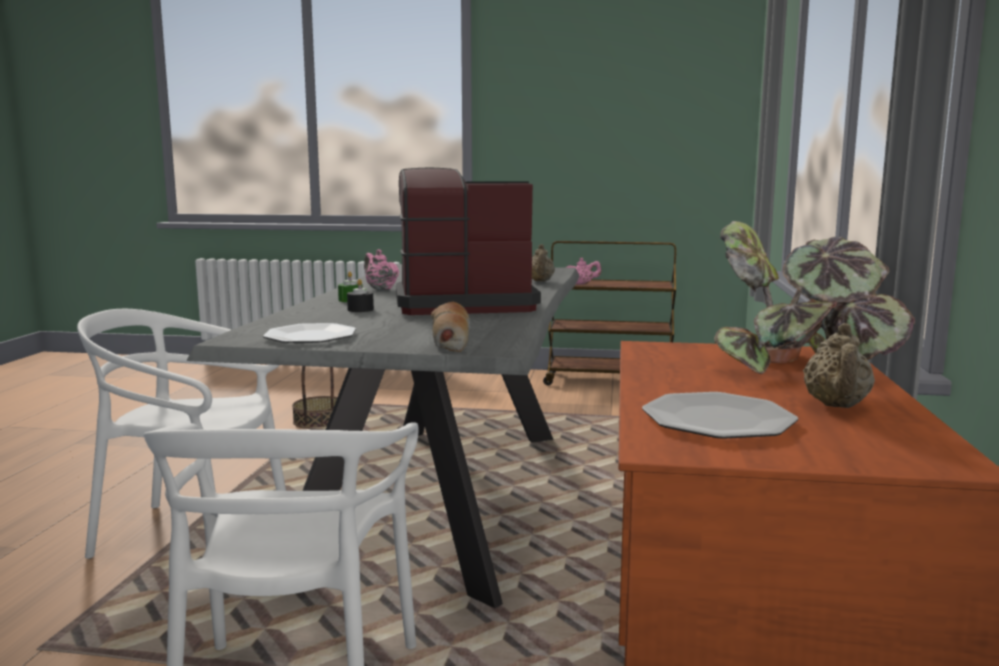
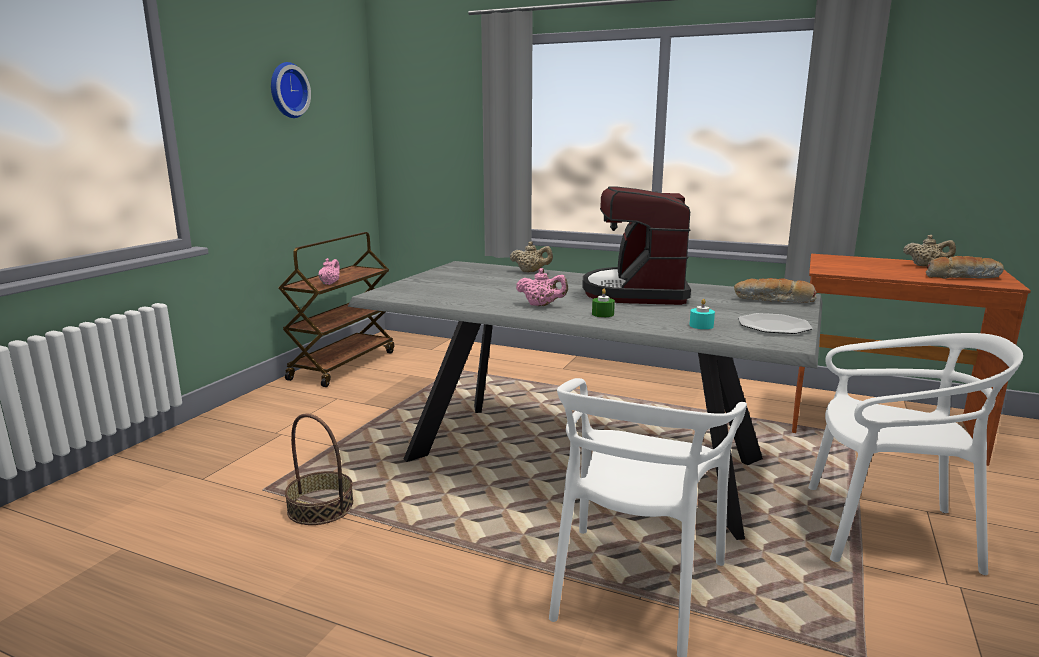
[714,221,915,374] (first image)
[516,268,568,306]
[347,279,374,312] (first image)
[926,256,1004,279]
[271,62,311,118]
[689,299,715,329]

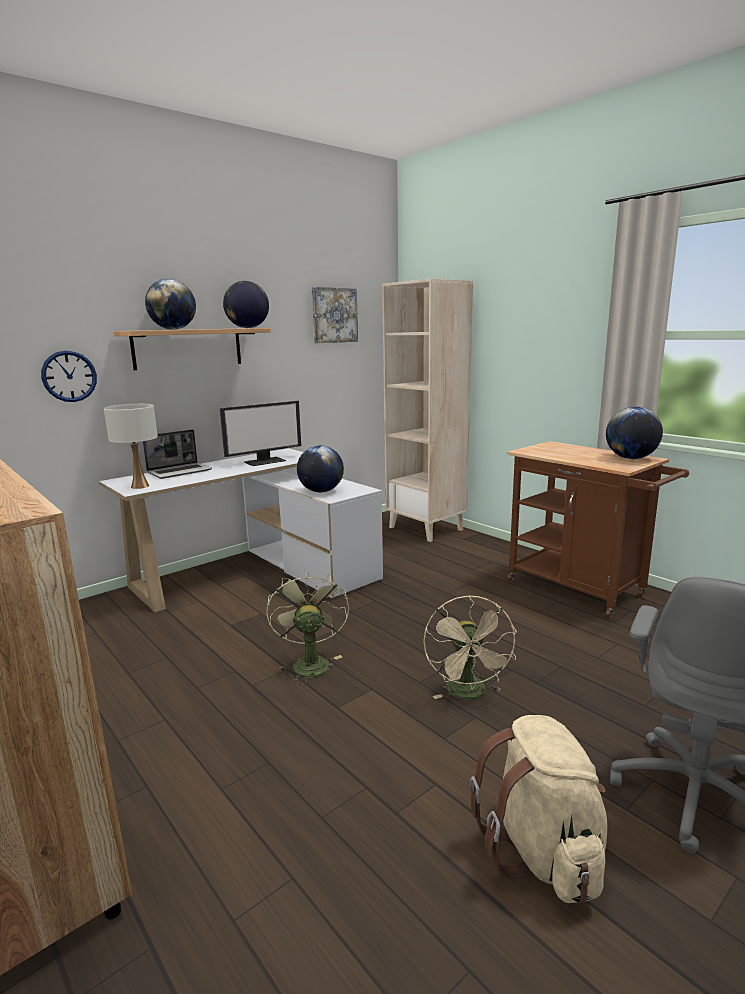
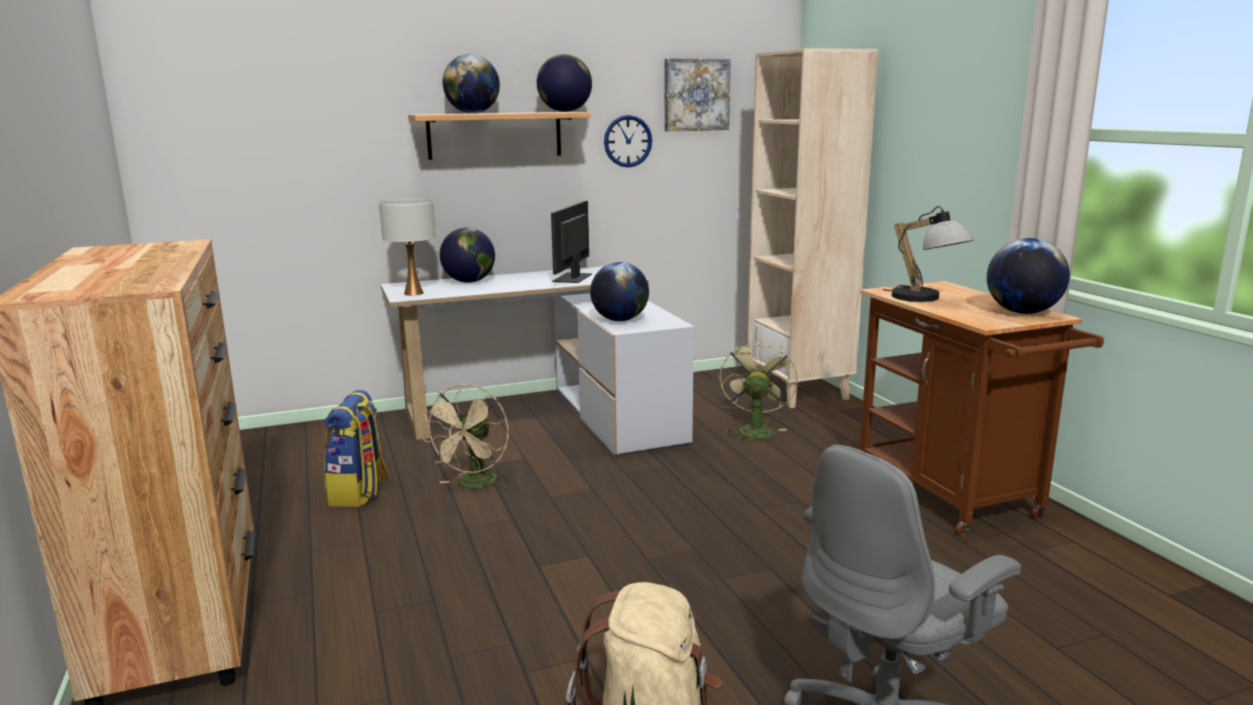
[604,115,652,167]
[551,201,592,283]
[440,228,495,283]
[720,339,798,442]
[422,384,511,489]
[883,206,974,302]
[324,390,389,507]

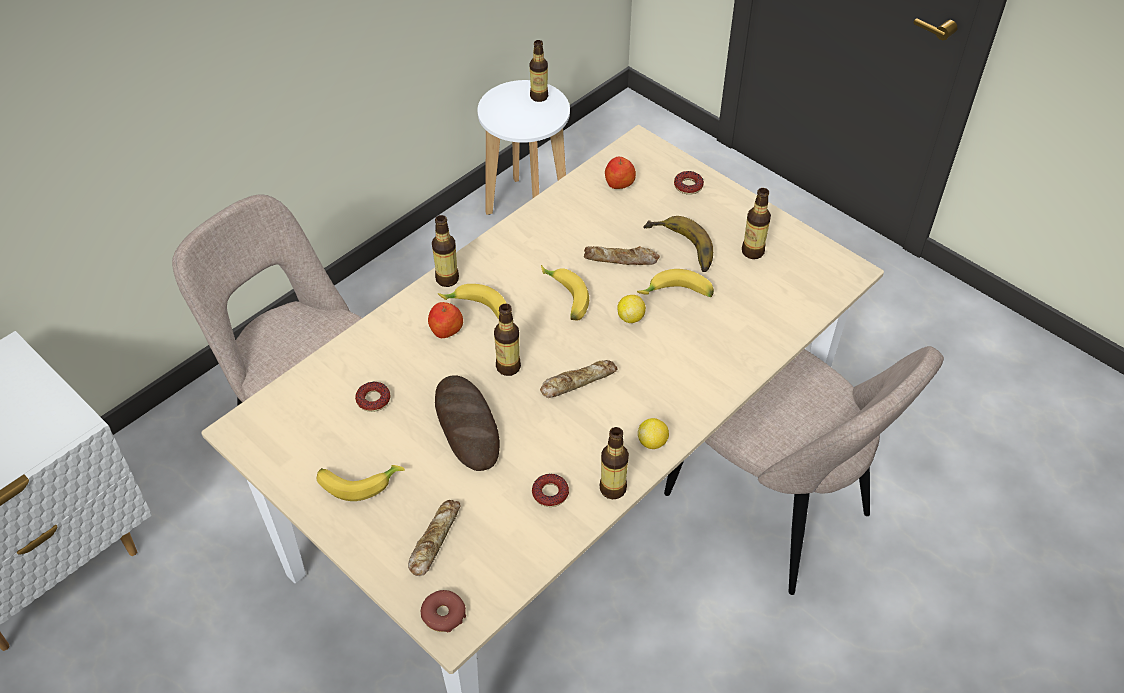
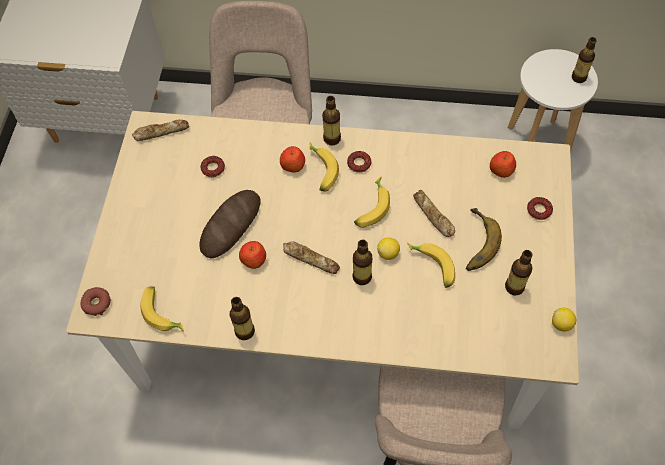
[352,240,372,285]
[552,308,576,331]
[141,286,184,332]
[347,151,371,173]
[132,120,189,141]
[239,241,266,269]

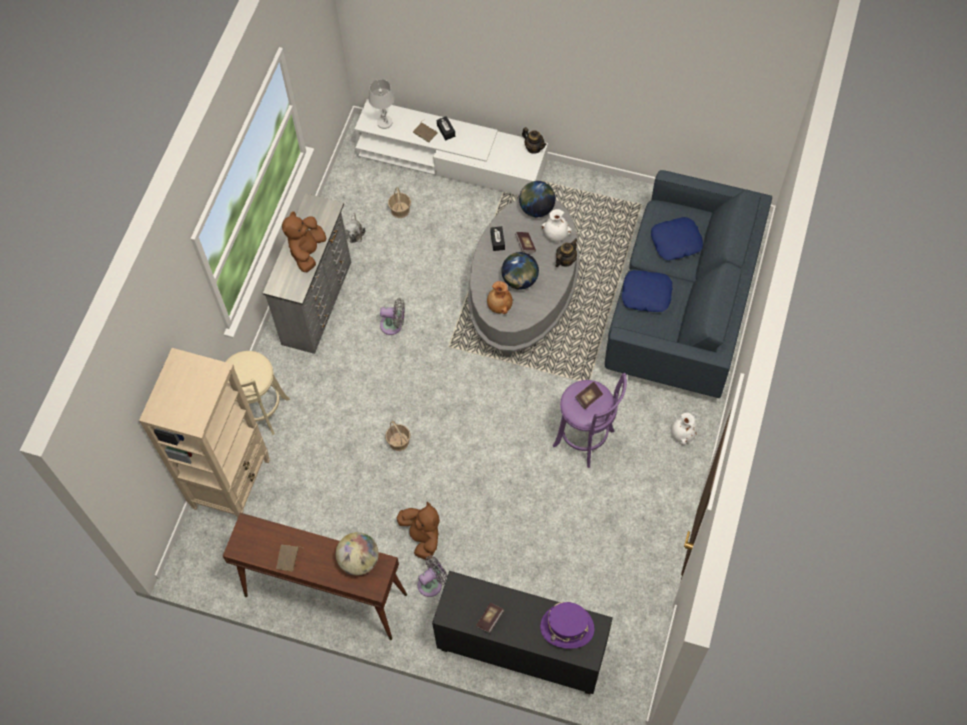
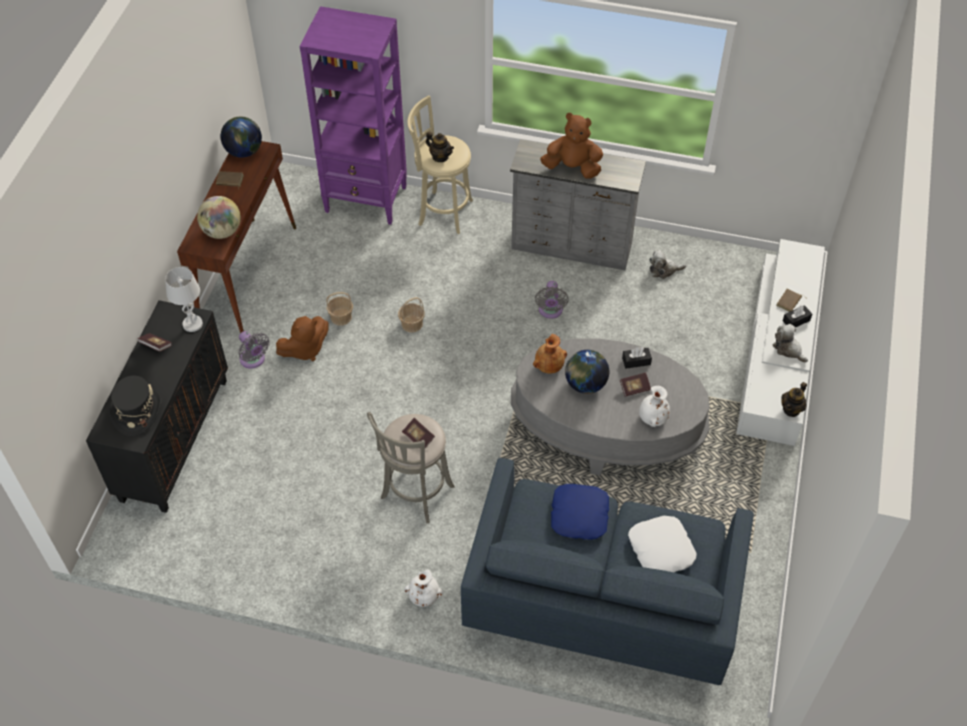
[165,267,203,332]
[221,116,262,158]
[326,292,353,326]
[628,516,697,572]
[426,132,454,162]
[300,6,407,225]
[367,412,455,523]
[109,375,161,436]
[773,324,808,363]

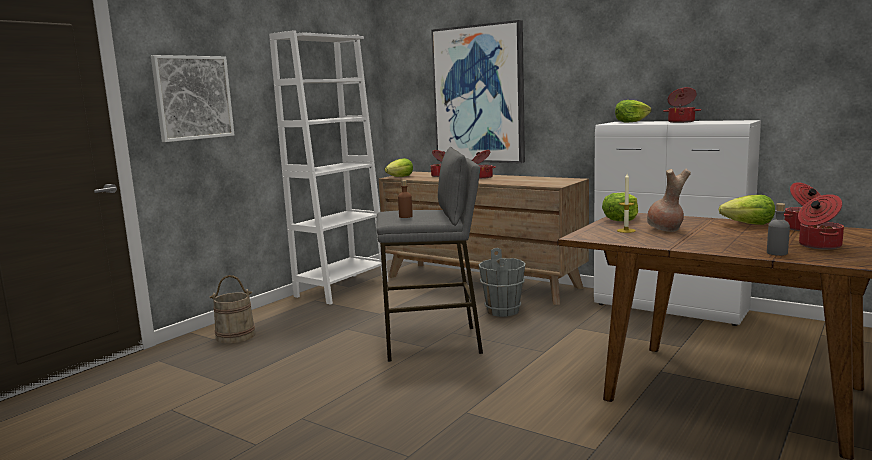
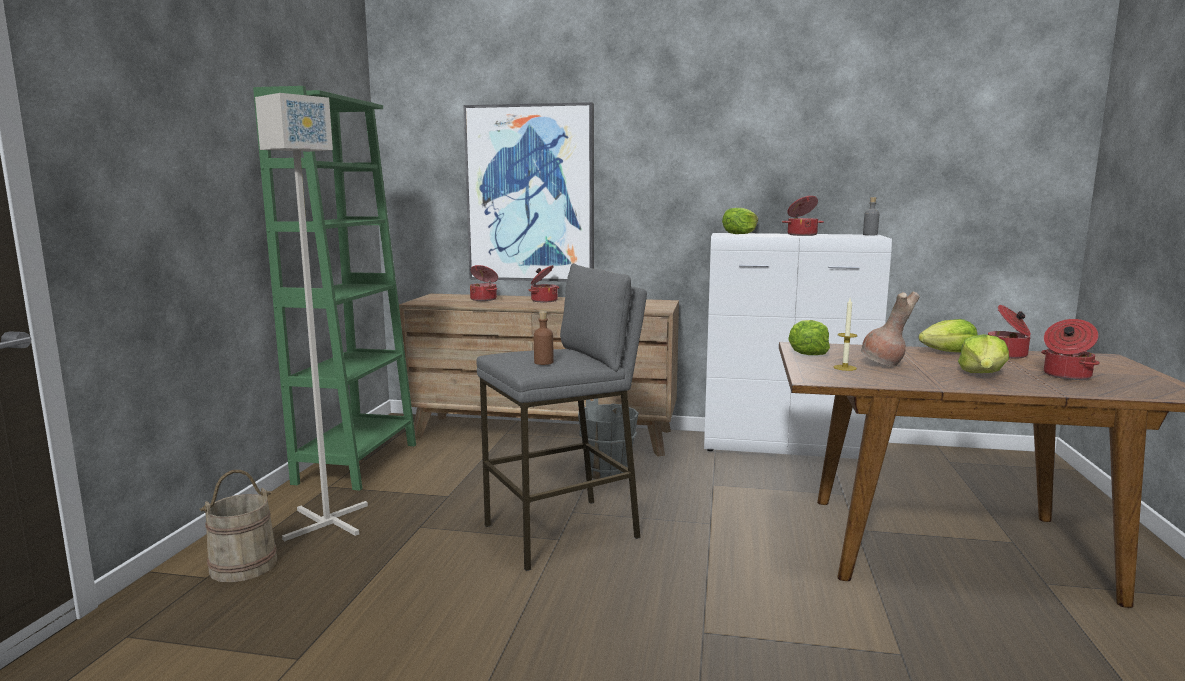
[253,86,416,491]
[151,55,235,142] (first image)
[958,334,1009,373]
[863,197,879,235]
[255,93,368,541]

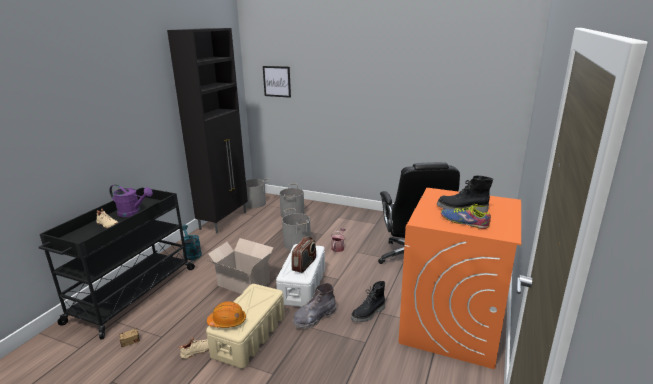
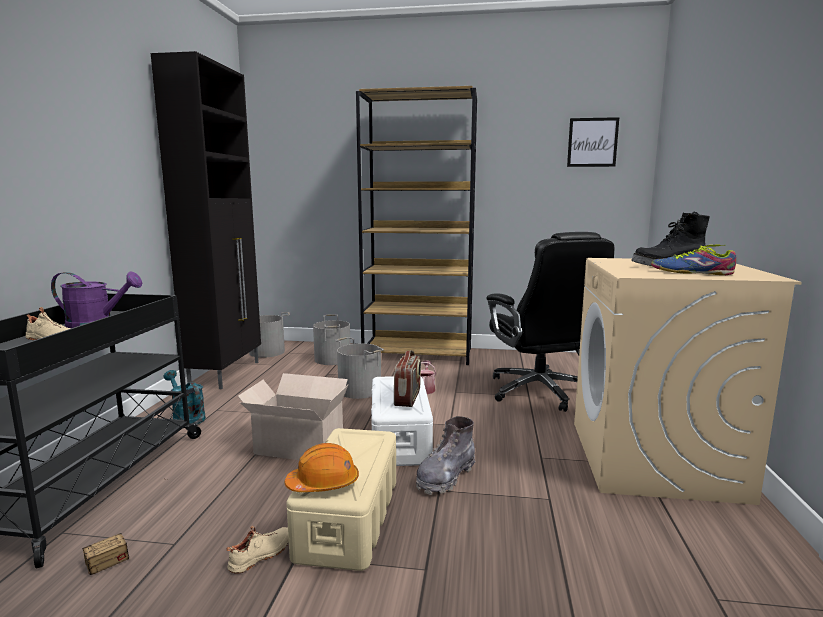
[567,117,619,167]
[574,258,801,505]
[351,281,385,322] (first image)
[356,86,477,365]

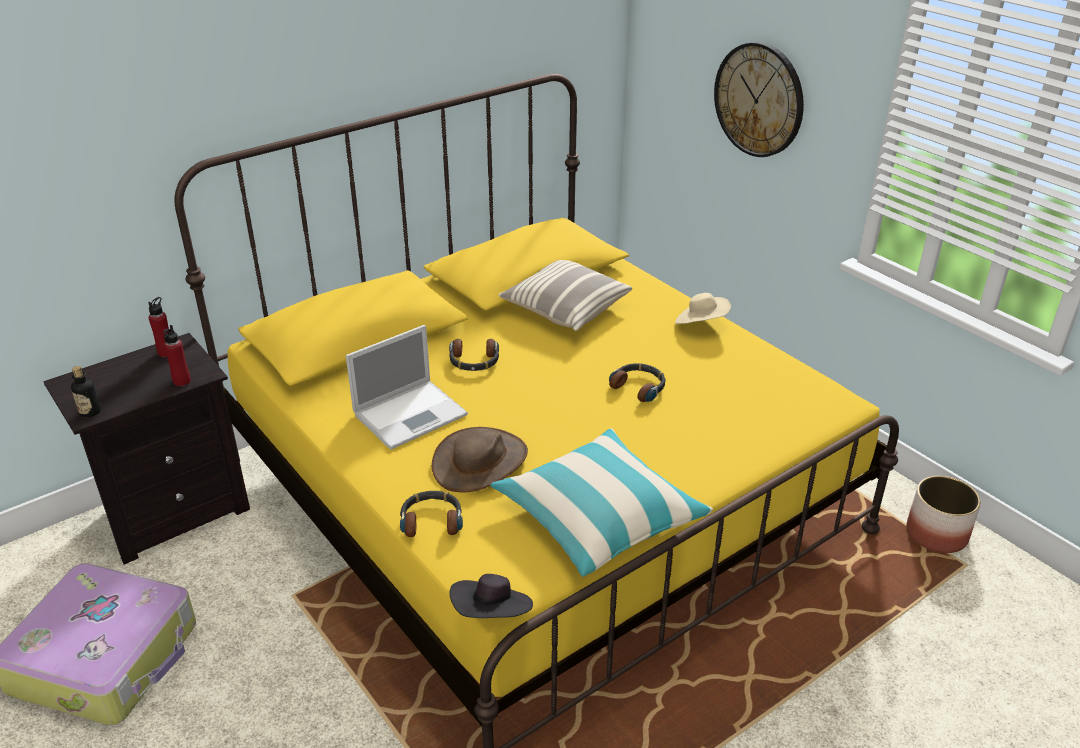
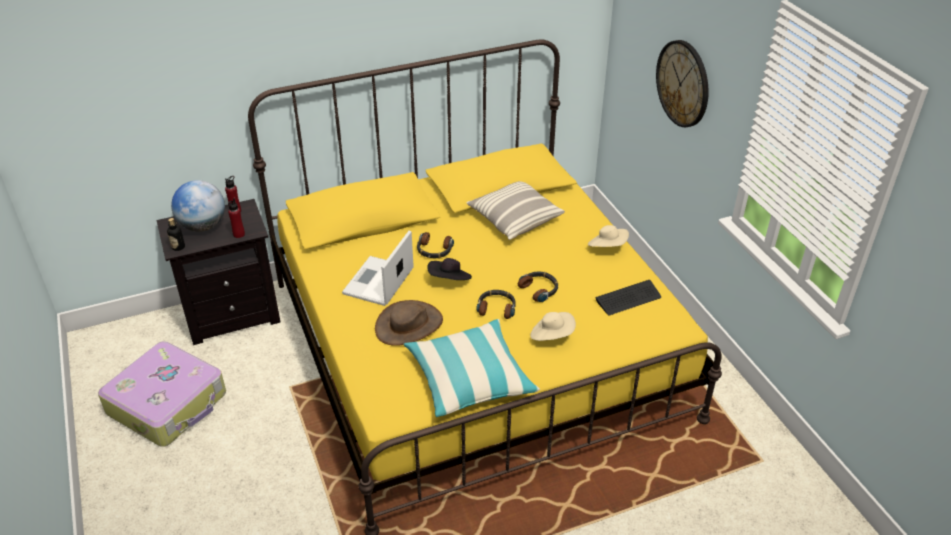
[342,230,414,306]
[906,476,981,553] (first image)
[476,290,516,319]
[427,258,472,280]
[171,180,225,232]
[595,280,661,315]
[530,312,576,341]

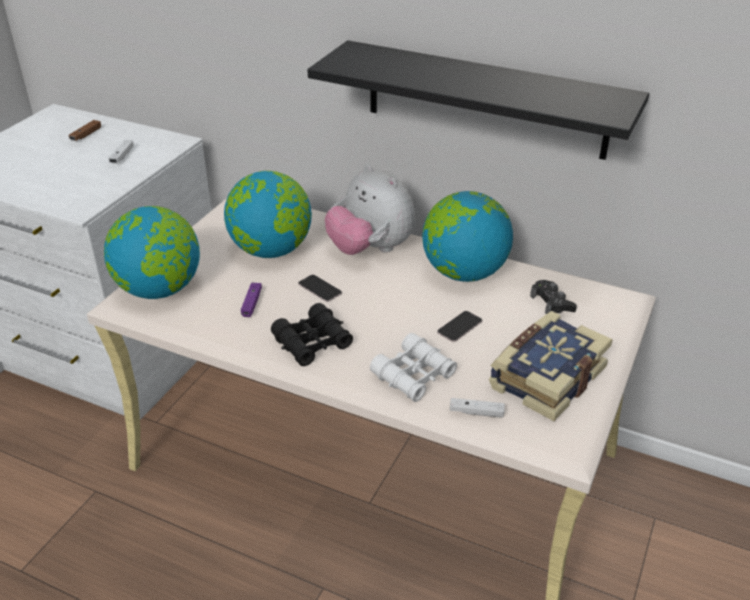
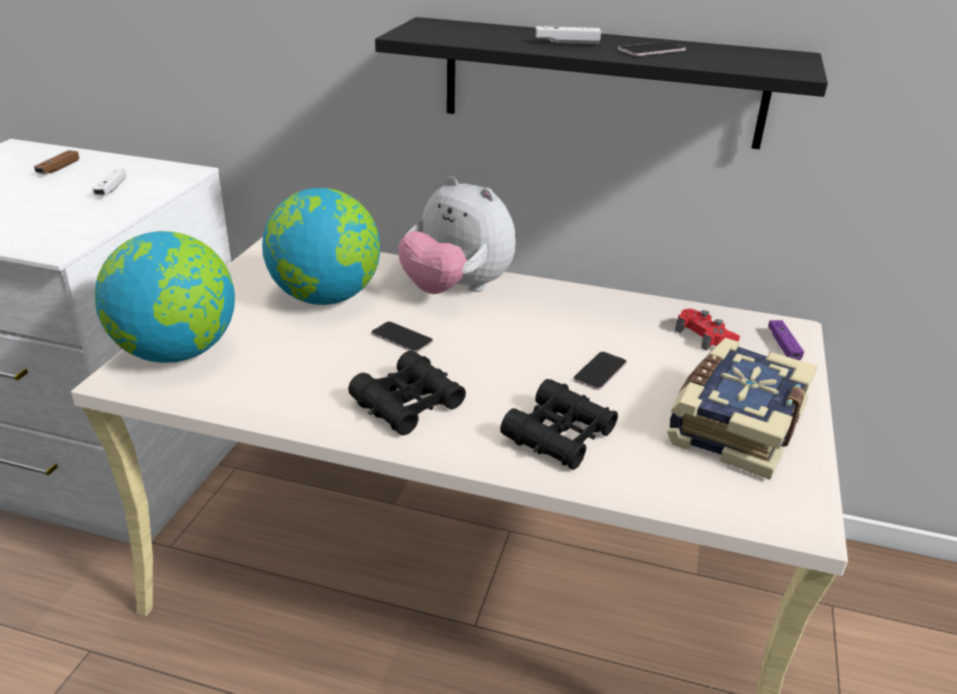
[422,191,513,282] (first image)
[675,308,740,351]
[768,320,804,360]
[500,379,618,470]
[535,26,601,44]
[618,42,686,56]

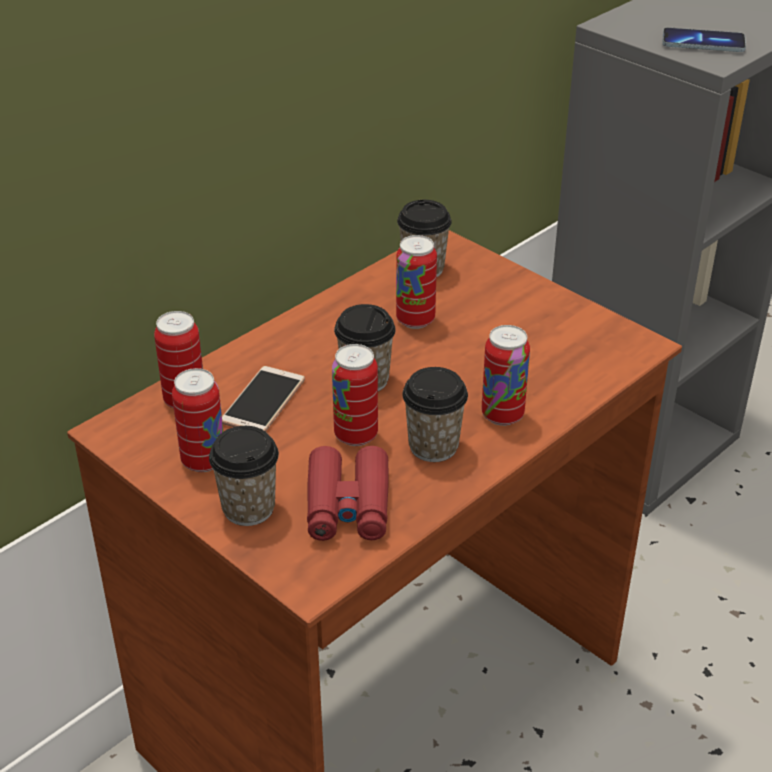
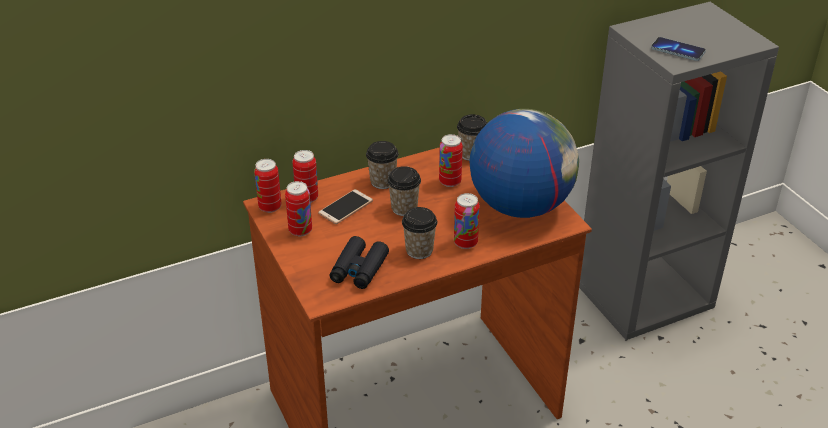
[254,159,282,213]
[366,141,399,189]
[329,236,389,289]
[470,109,579,218]

